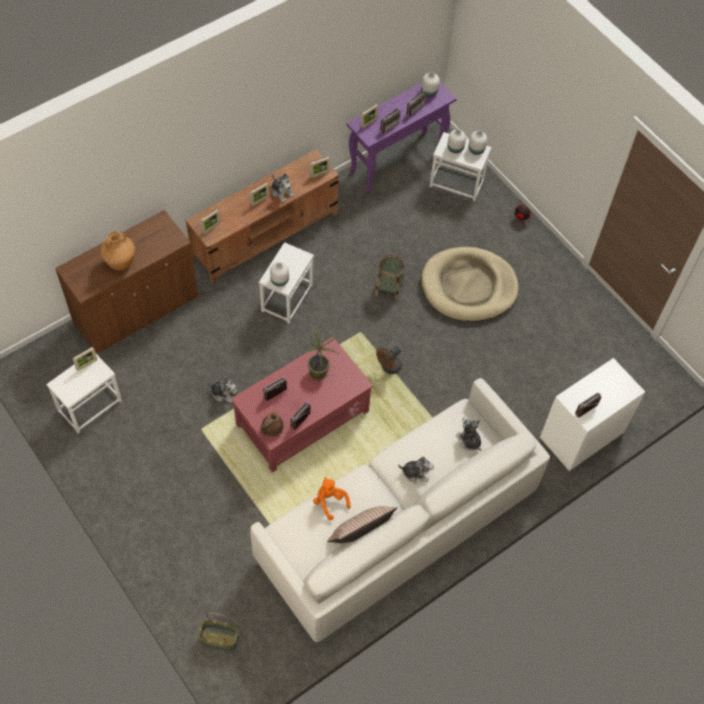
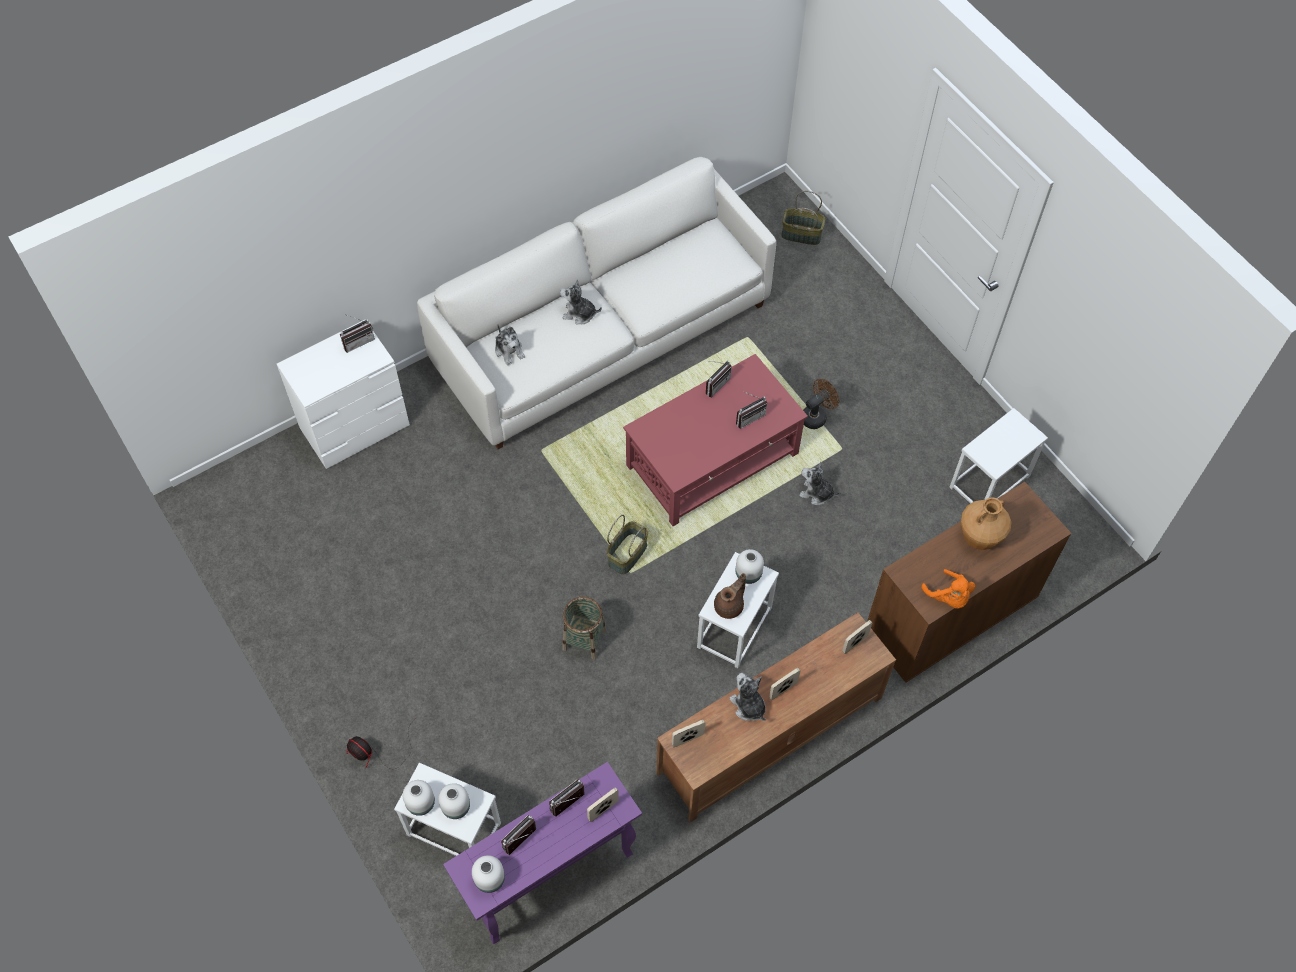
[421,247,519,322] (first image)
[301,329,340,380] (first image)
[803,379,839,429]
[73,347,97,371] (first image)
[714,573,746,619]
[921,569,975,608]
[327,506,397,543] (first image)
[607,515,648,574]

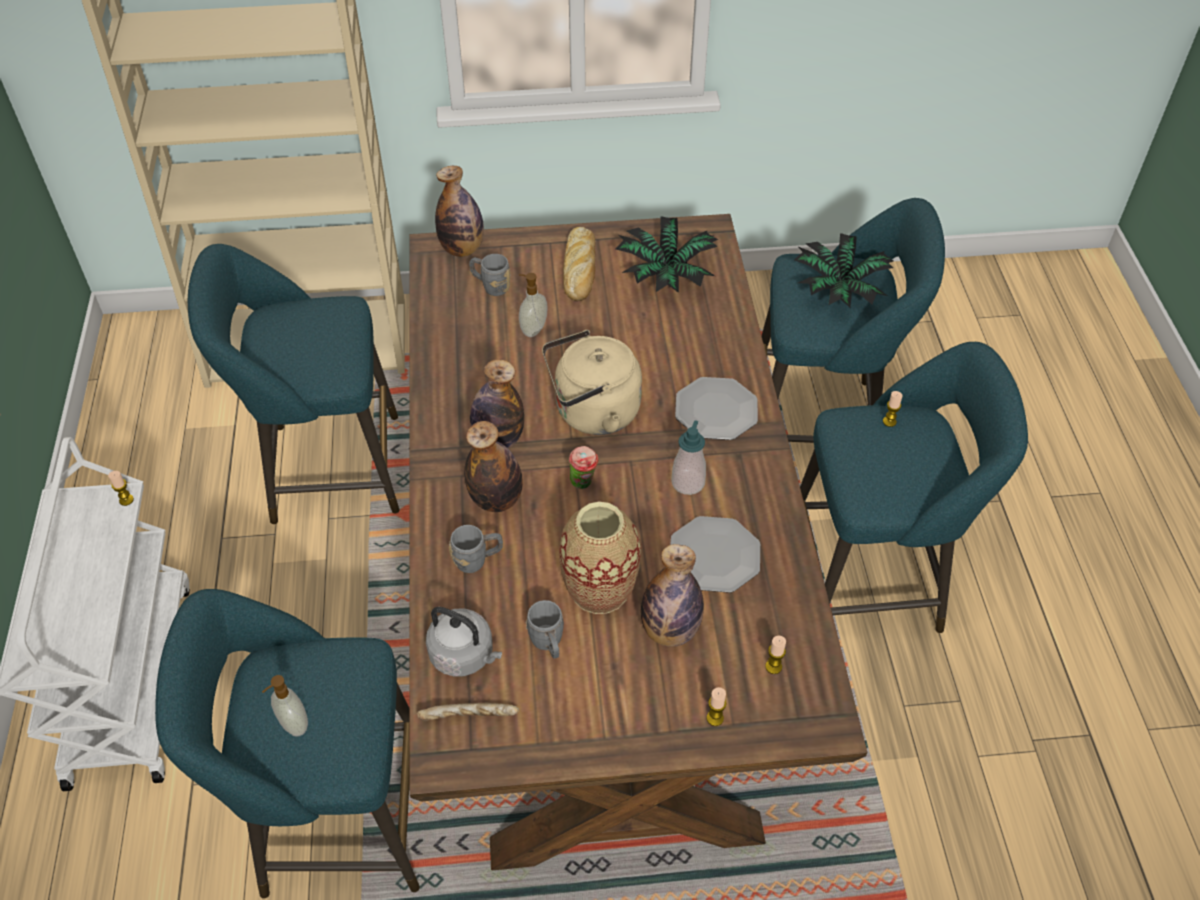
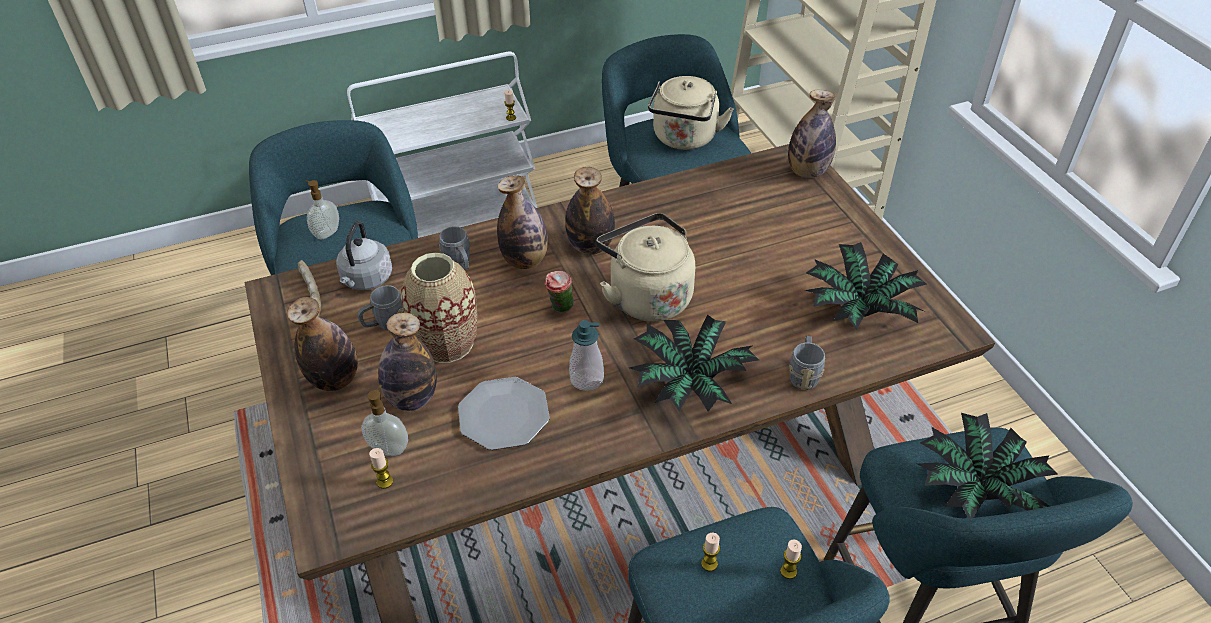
[563,227,595,301] (first image)
[789,336,825,390]
[361,385,408,456]
[630,314,759,412]
[701,533,720,571]
[648,76,734,150]
[287,297,358,391]

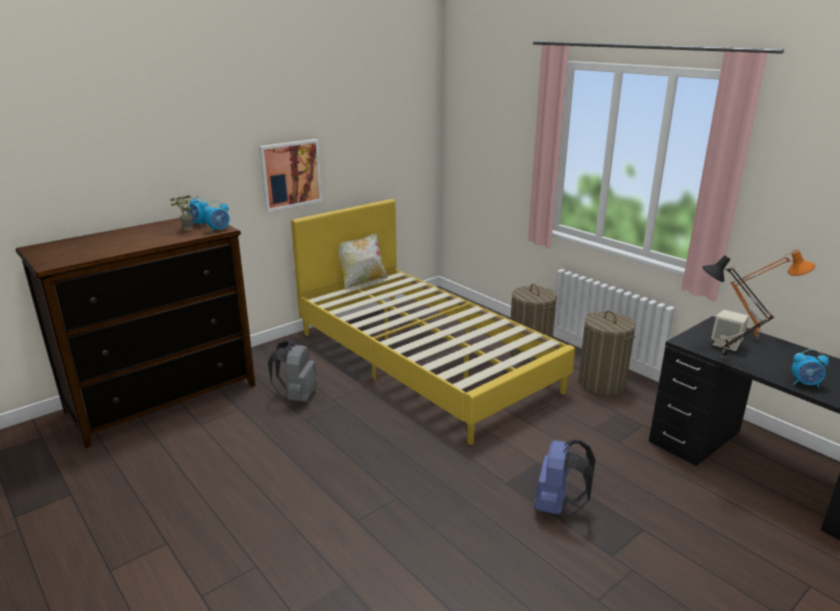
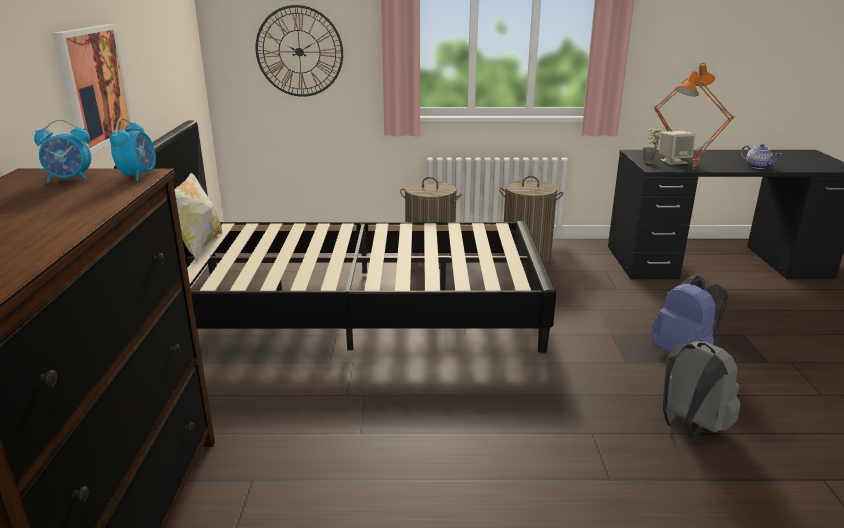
[643,124,664,164]
[114,120,556,353]
[675,71,735,169]
[662,341,740,438]
[740,144,782,169]
[255,5,343,97]

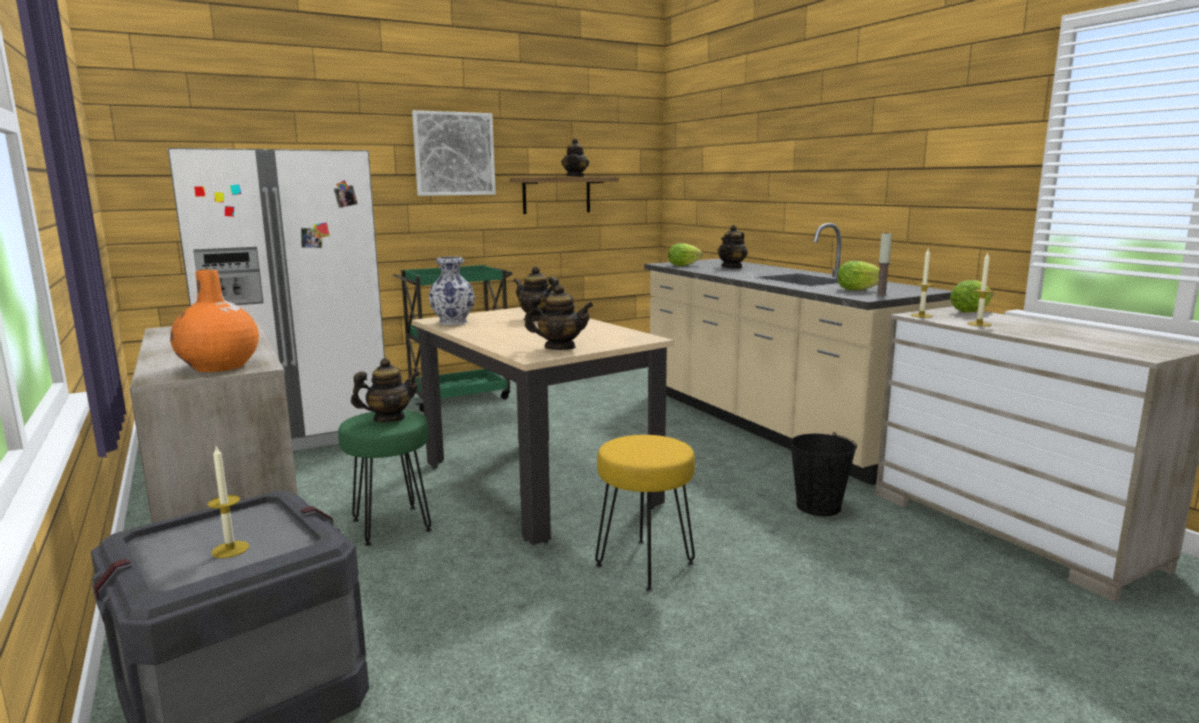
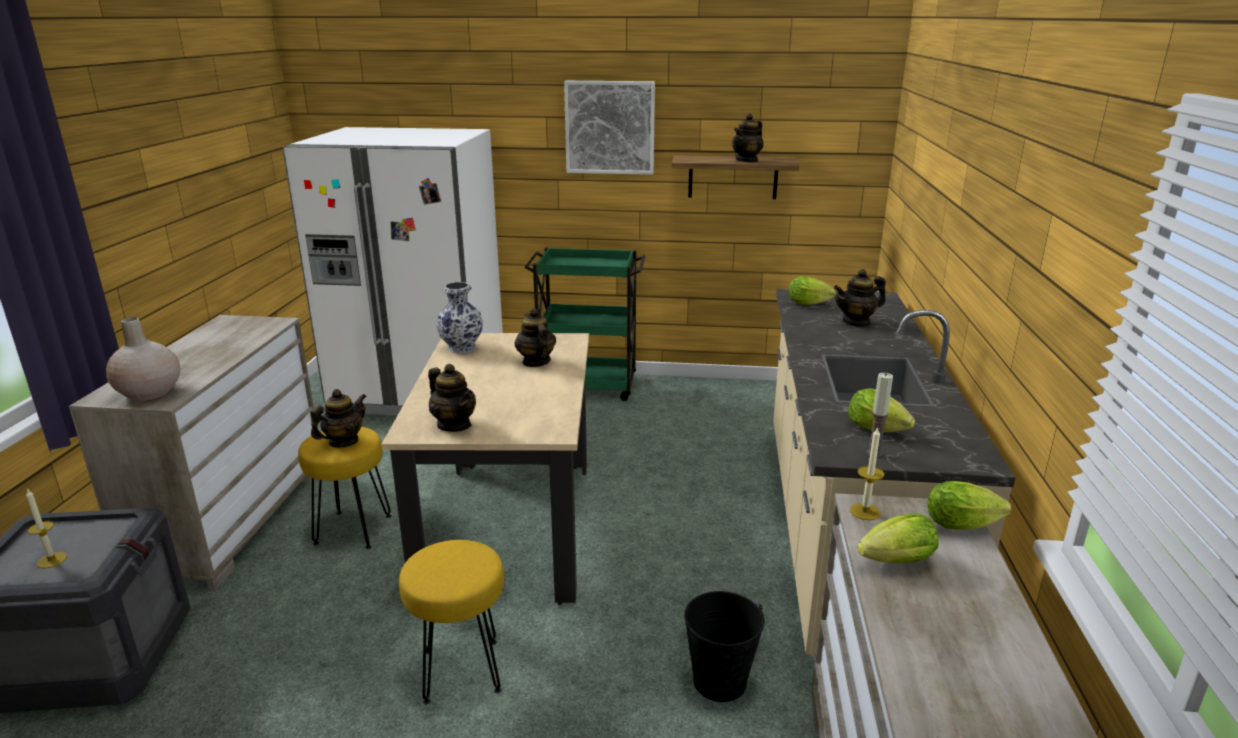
[858,513,939,563]
[106,317,180,401]
[311,389,366,448]
[298,427,391,549]

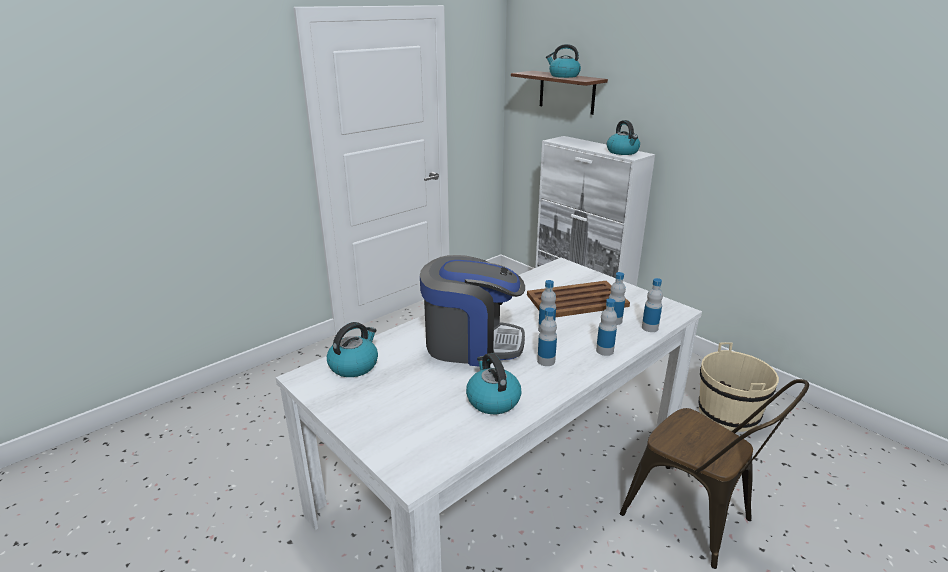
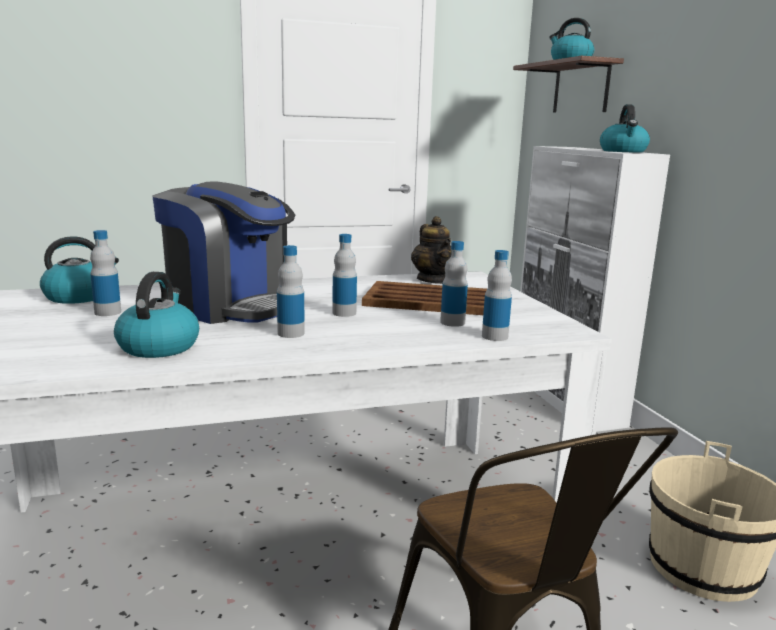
[90,230,121,316]
[411,216,452,284]

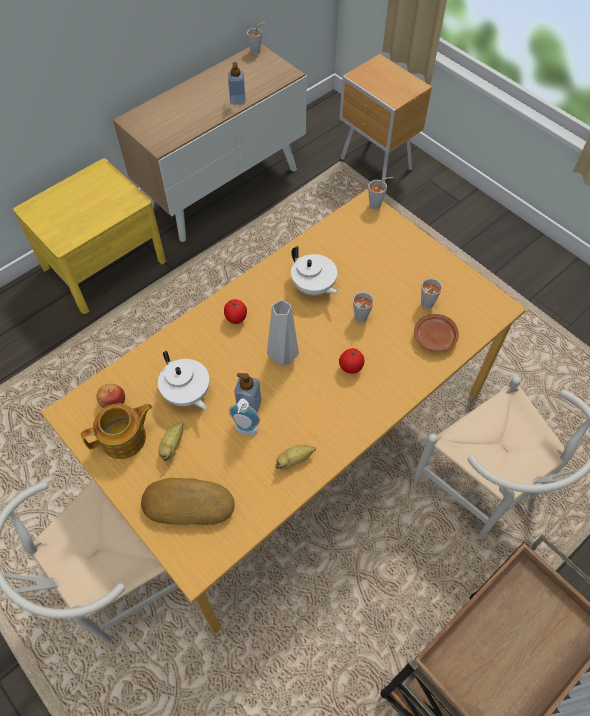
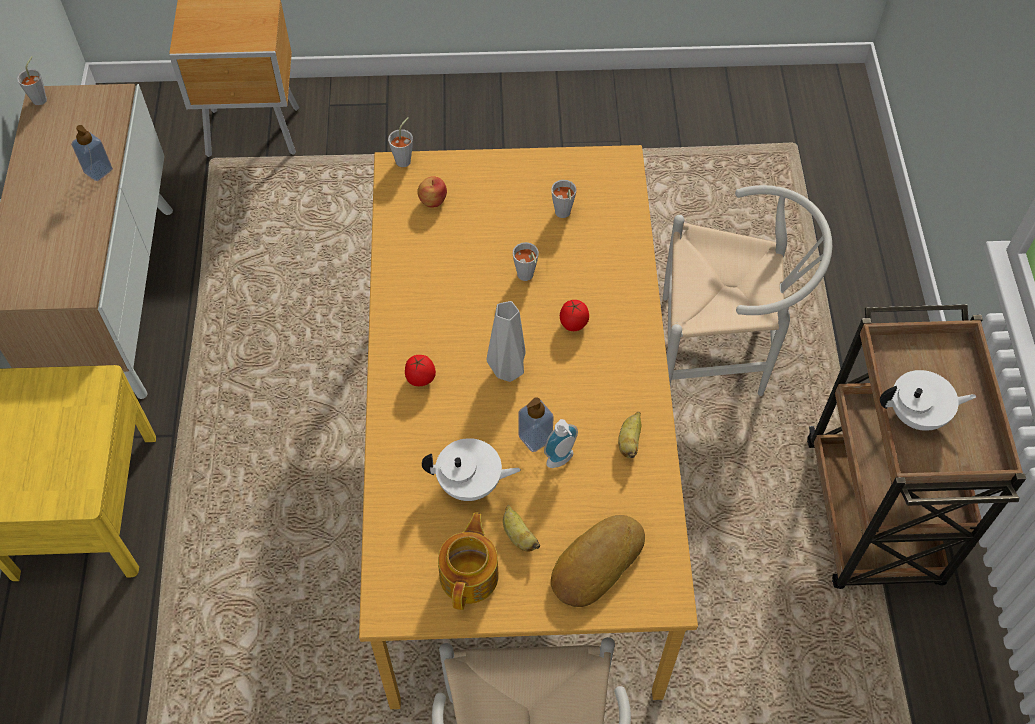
[880,370,976,431]
[414,314,459,351] (first image)
[417,176,447,208]

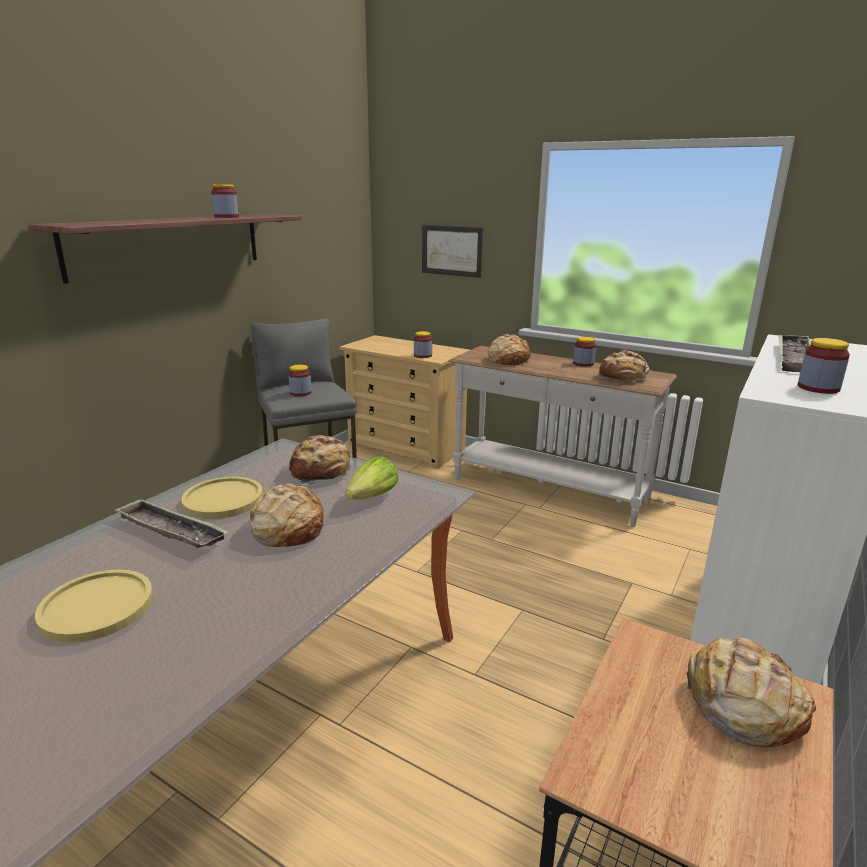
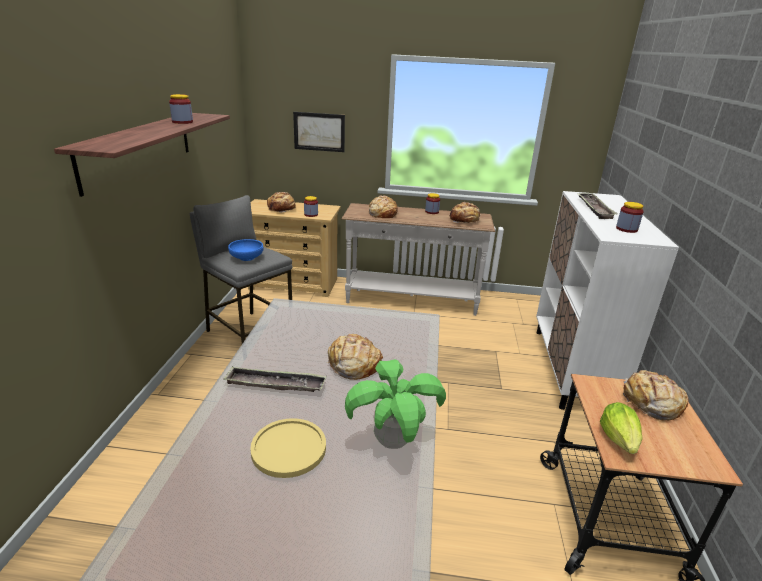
[228,239,263,261]
[267,192,297,213]
[600,402,643,454]
[181,477,263,519] (first image)
[345,359,446,449]

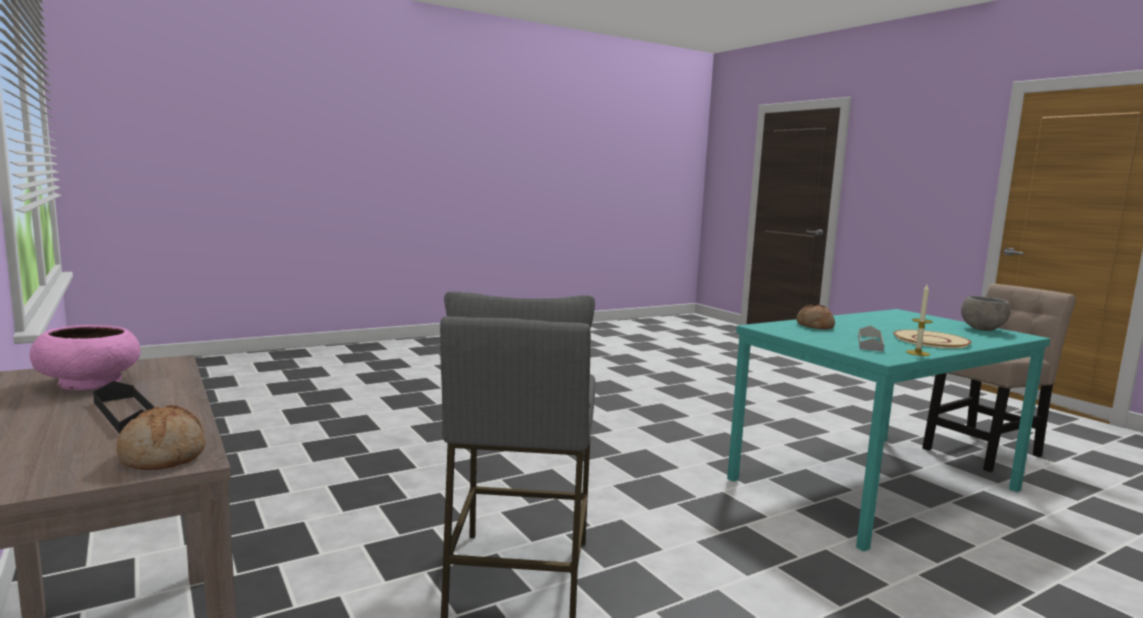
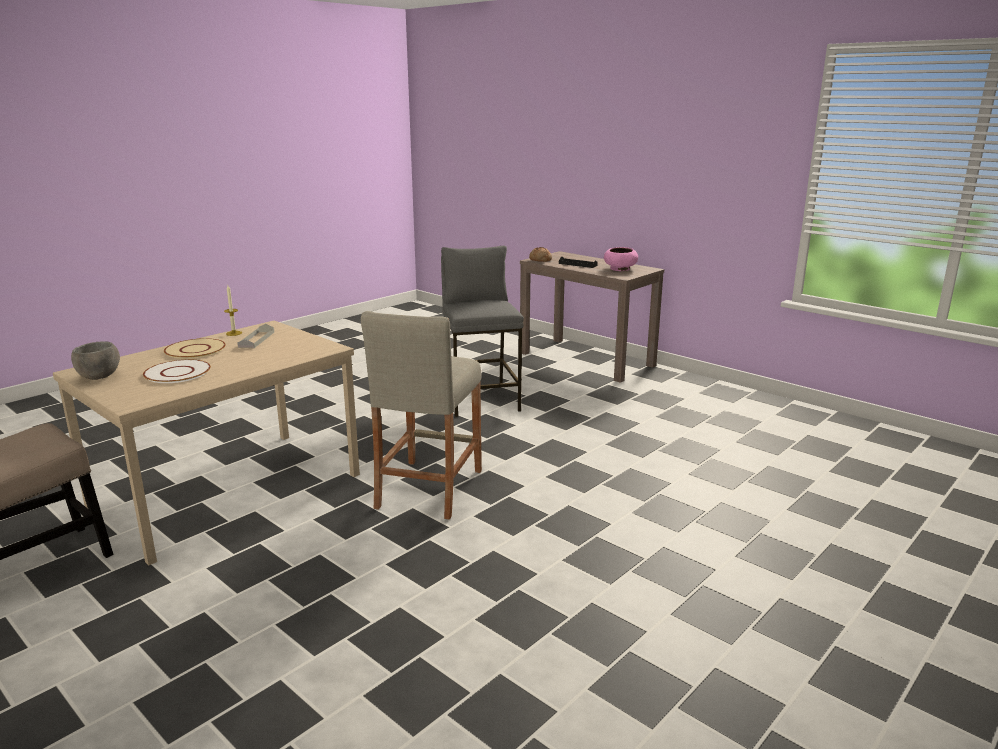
[796,305,835,330] (first image)
[53,321,360,565]
[361,311,482,520]
[143,360,211,383]

